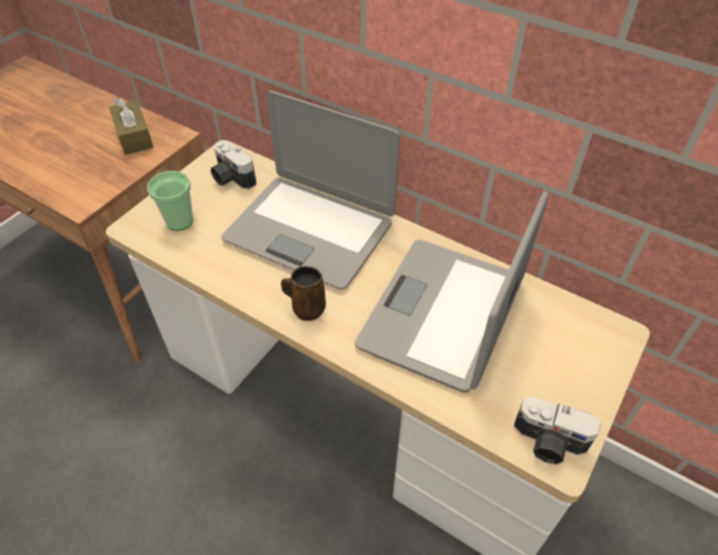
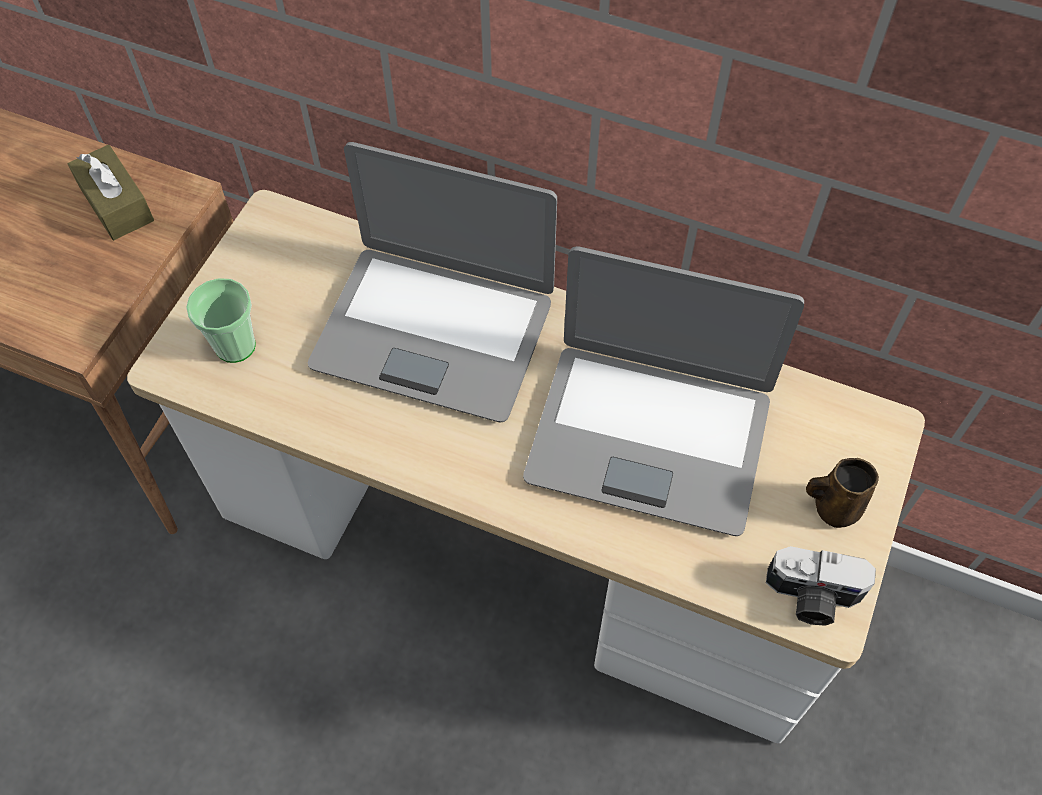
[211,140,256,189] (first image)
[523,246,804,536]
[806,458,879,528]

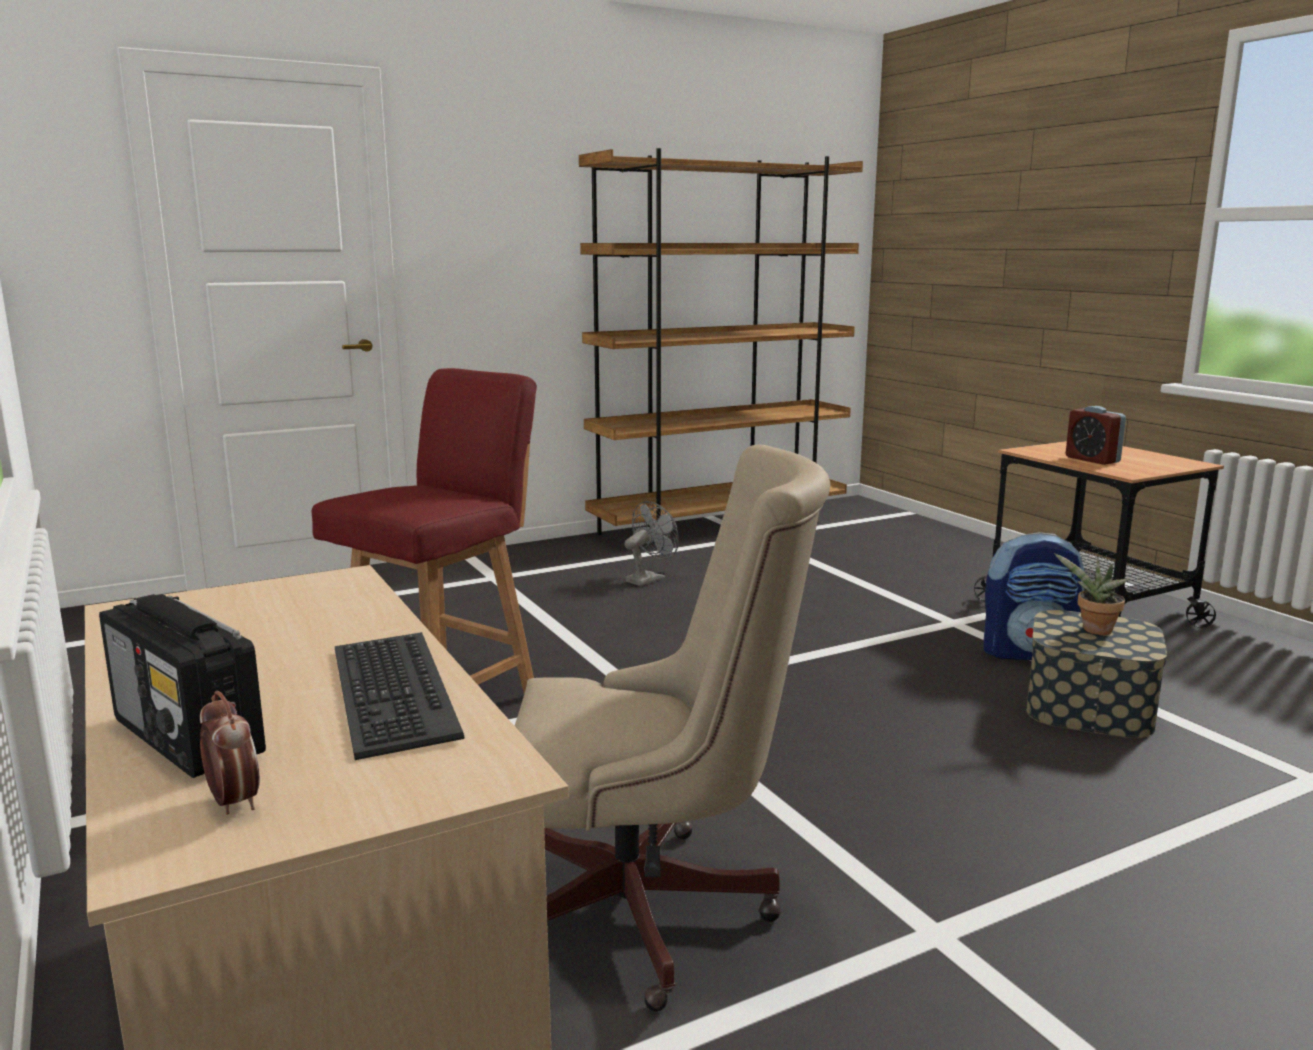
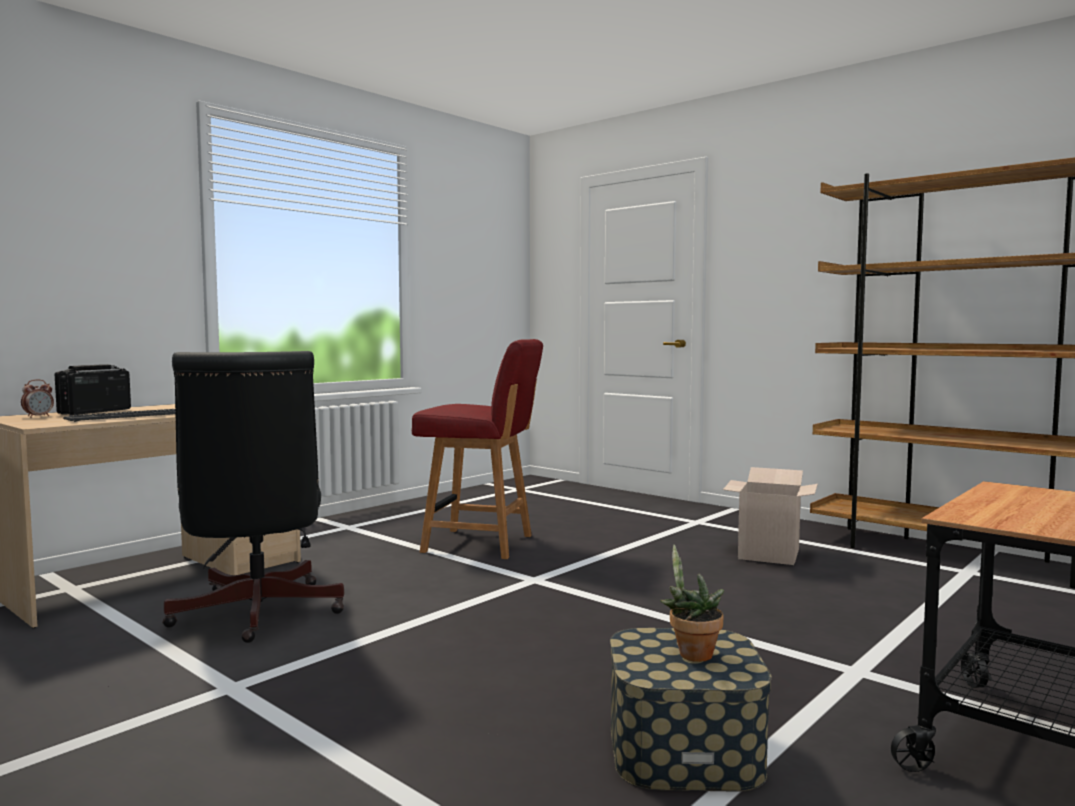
[1066,406,1126,465] (first image)
[162,351,344,643]
[723,467,818,565]
[984,532,1085,660] (first image)

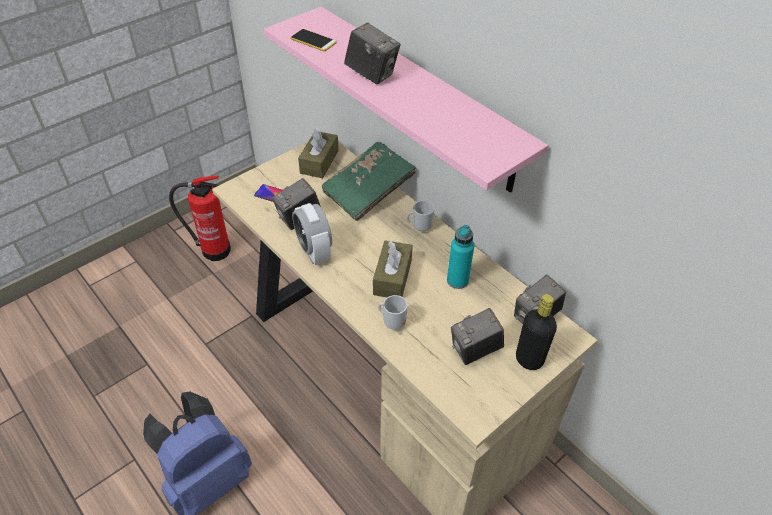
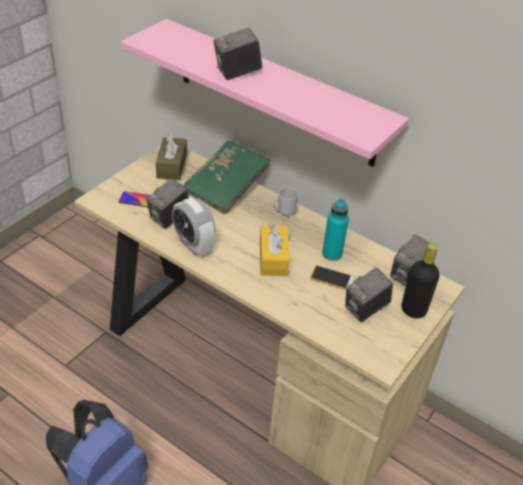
[214,28,262,80]
[310,266,355,290]
[169,176,231,261] (first image)
[260,223,290,276]
[378,295,408,330] (first image)

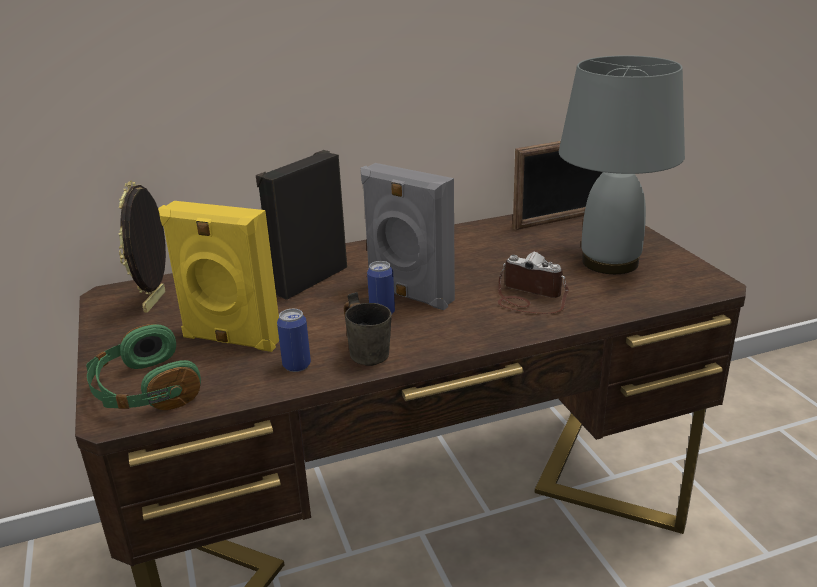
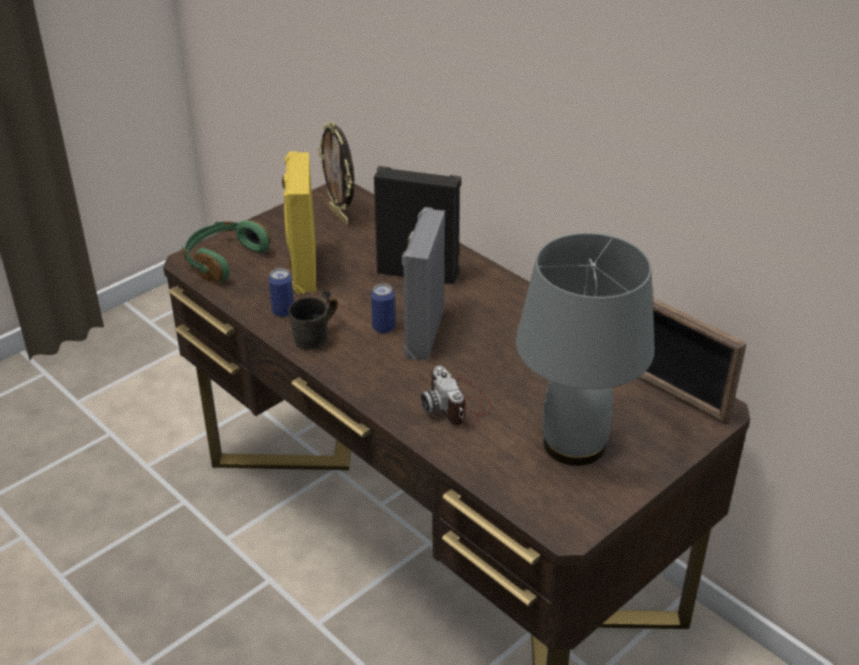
[318,122,354,225]
[421,365,493,426]

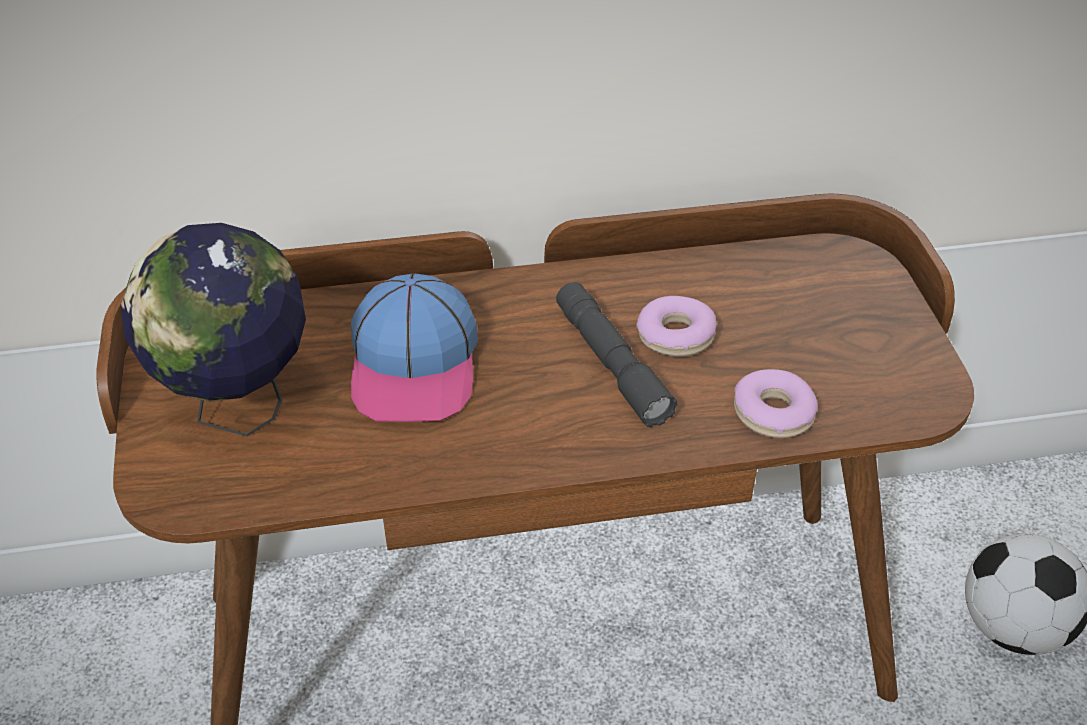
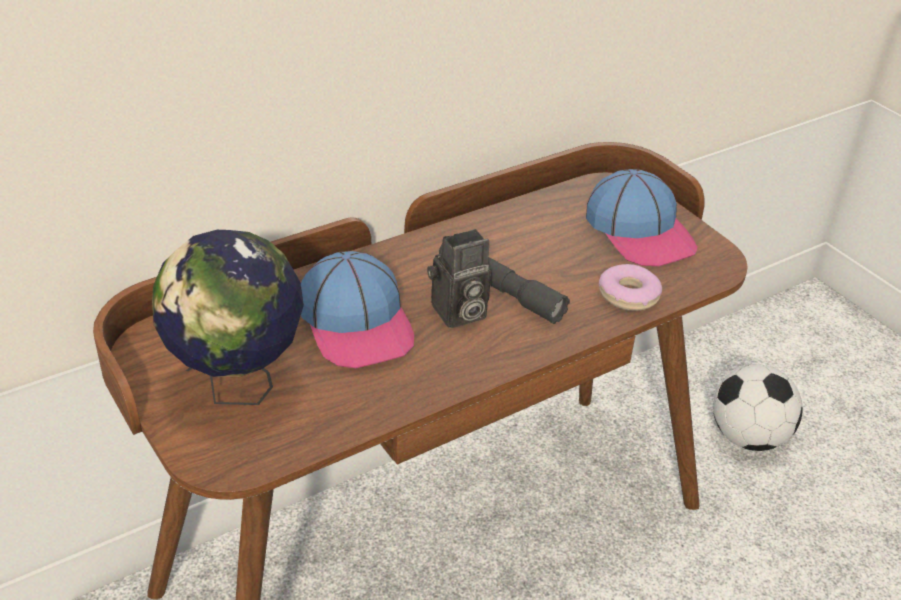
[636,296,717,357] (first image)
[586,169,698,266]
[427,229,491,328]

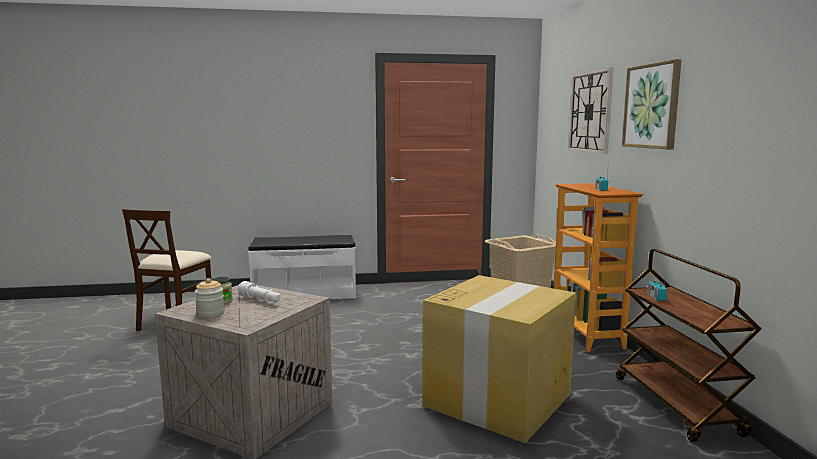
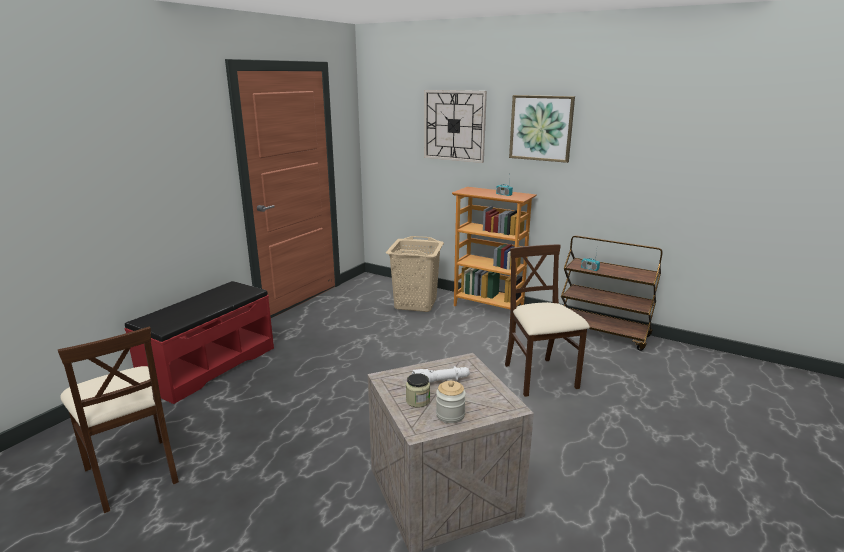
[125,281,274,404]
[505,244,590,397]

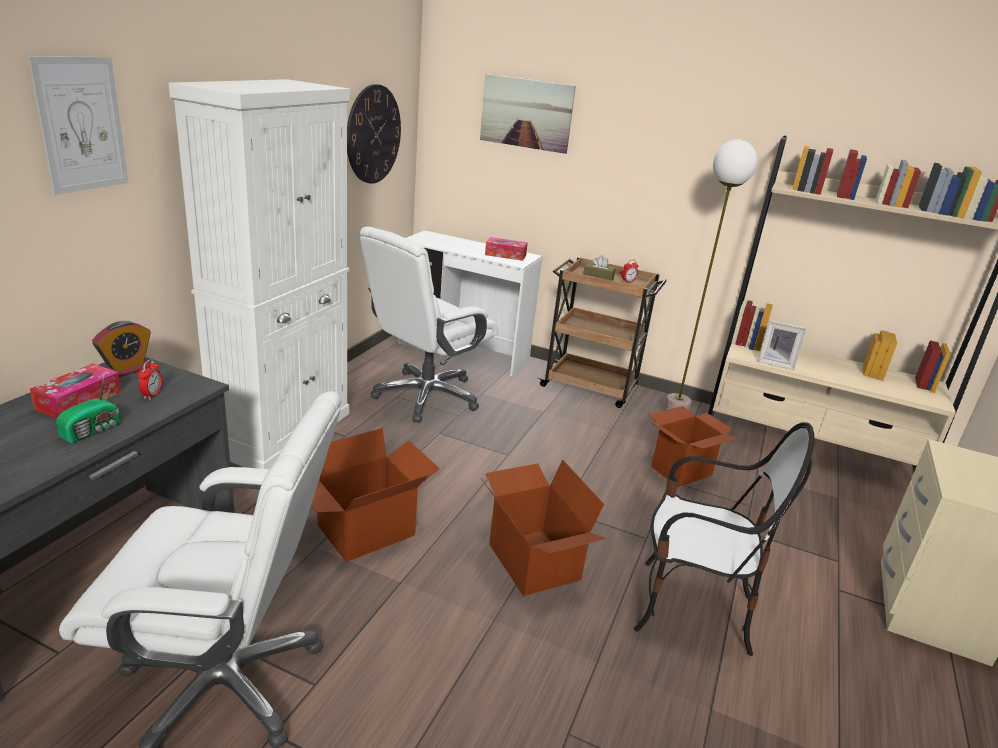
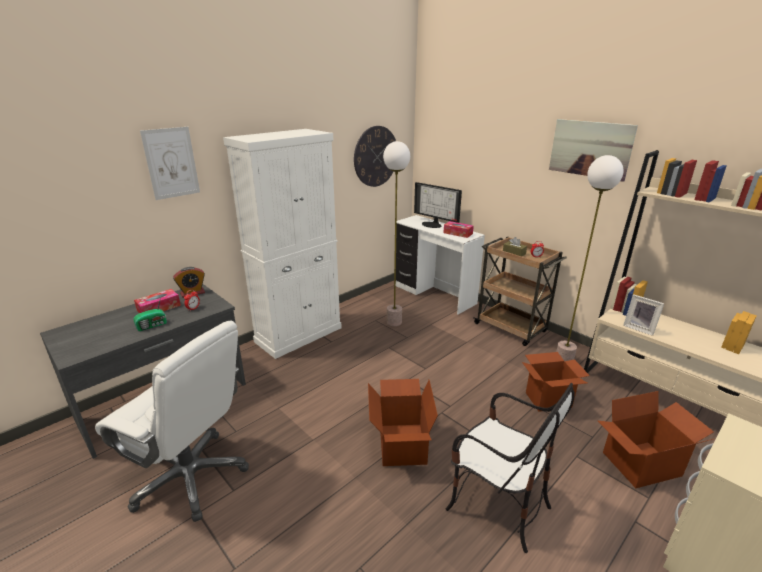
[549,119,638,182]
[383,141,410,326]
[597,391,714,488]
[414,182,462,228]

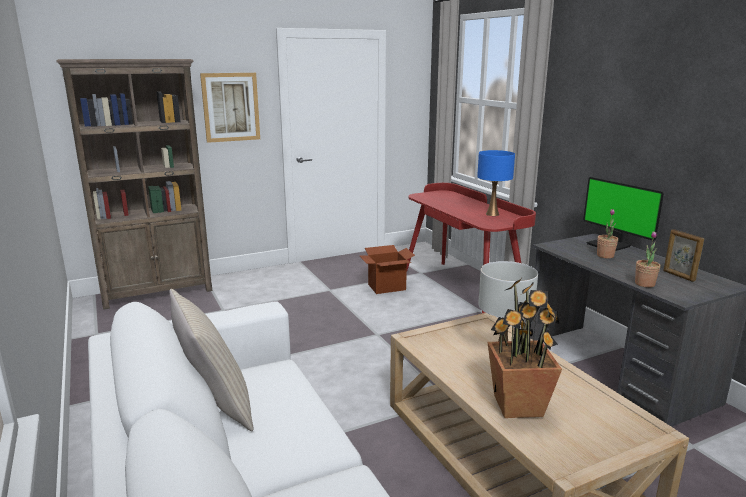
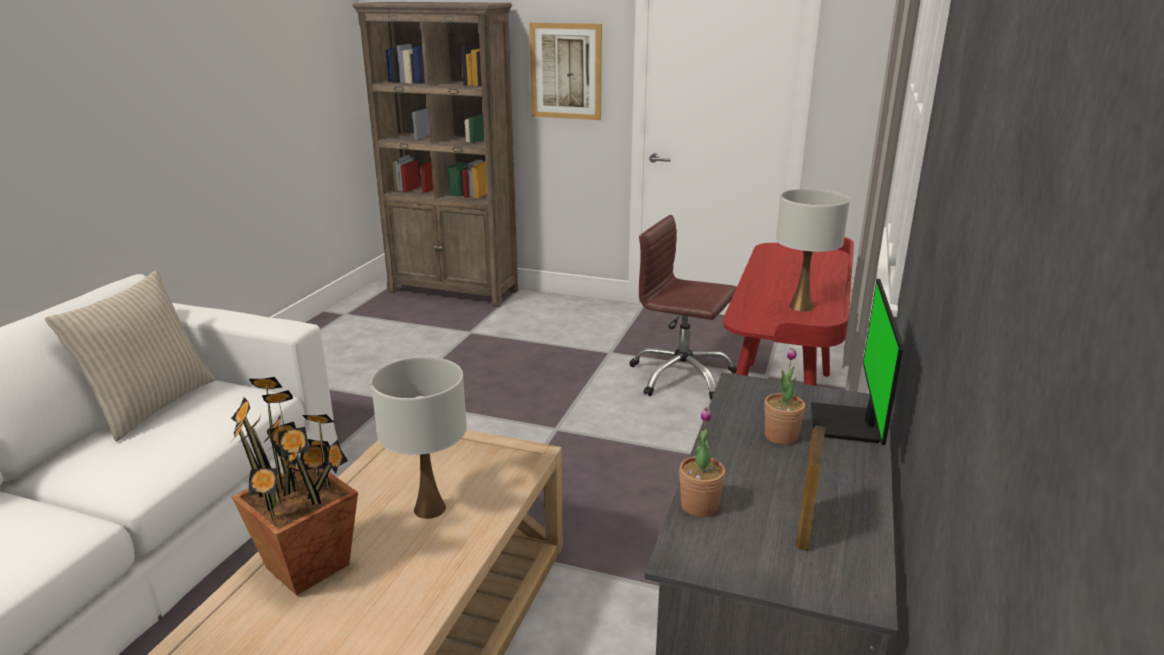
[776,189,850,312]
[629,215,737,400]

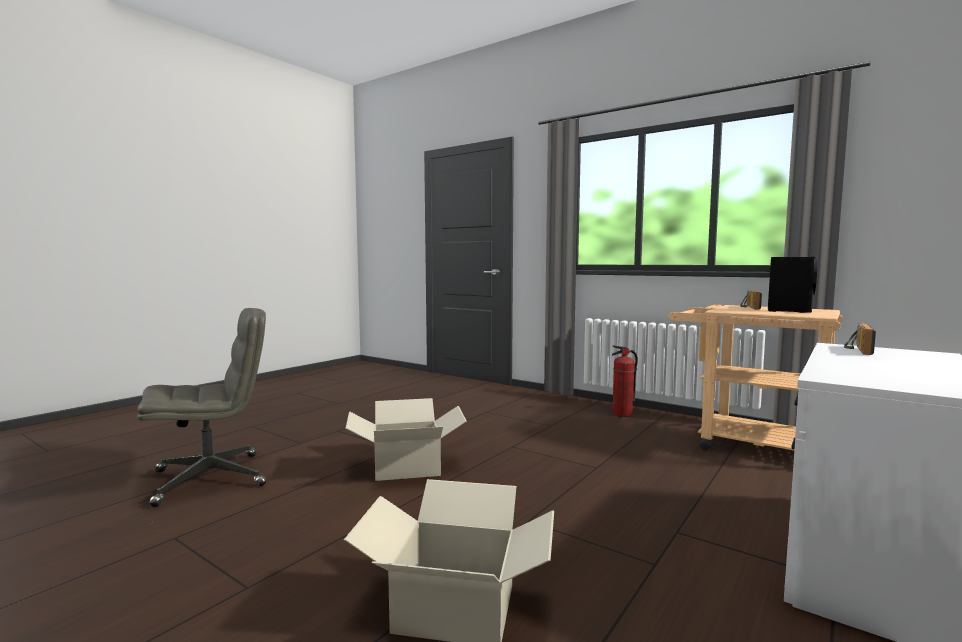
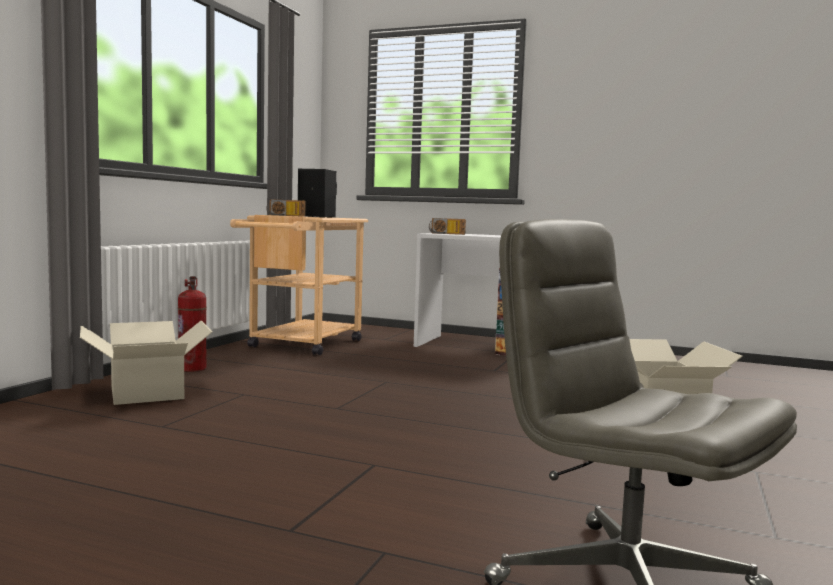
[80,321,212,405]

